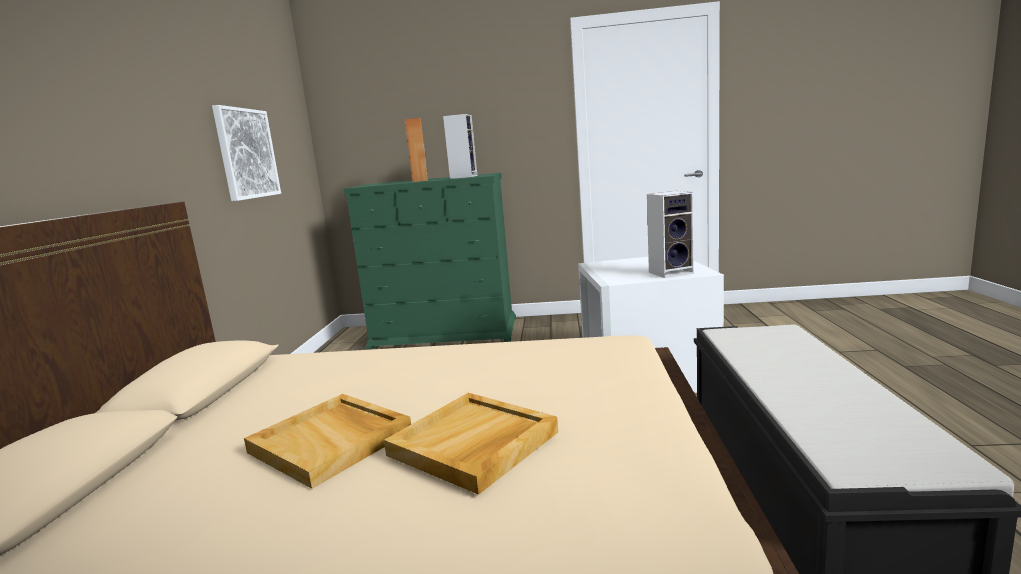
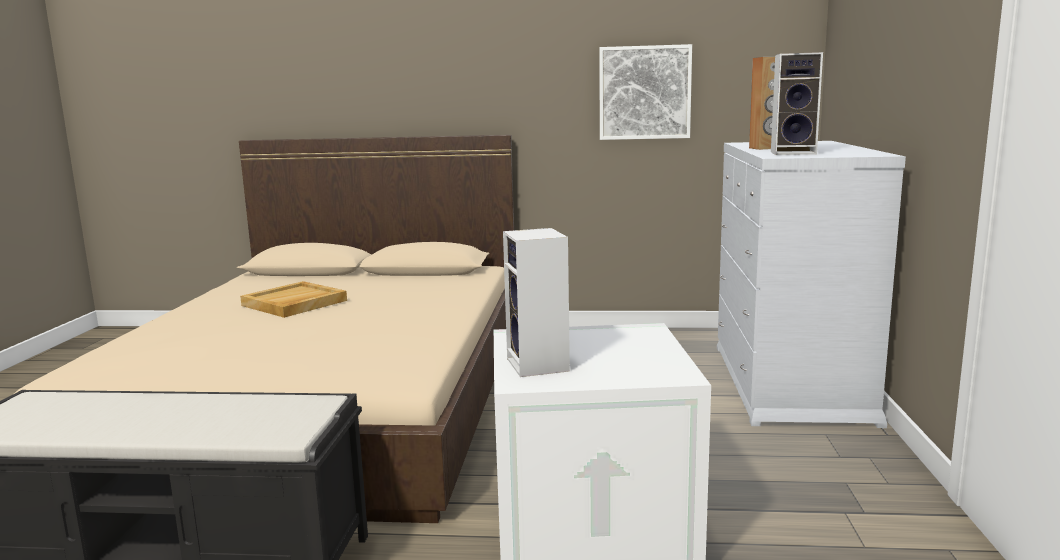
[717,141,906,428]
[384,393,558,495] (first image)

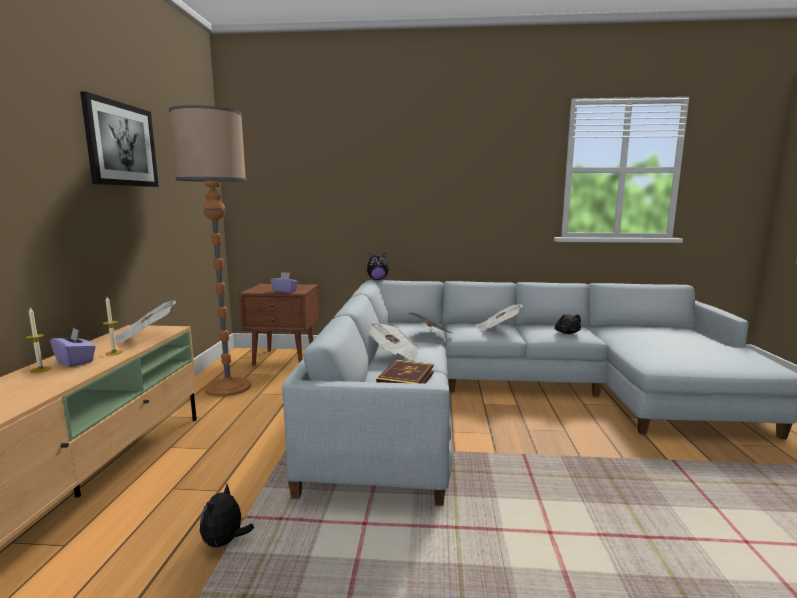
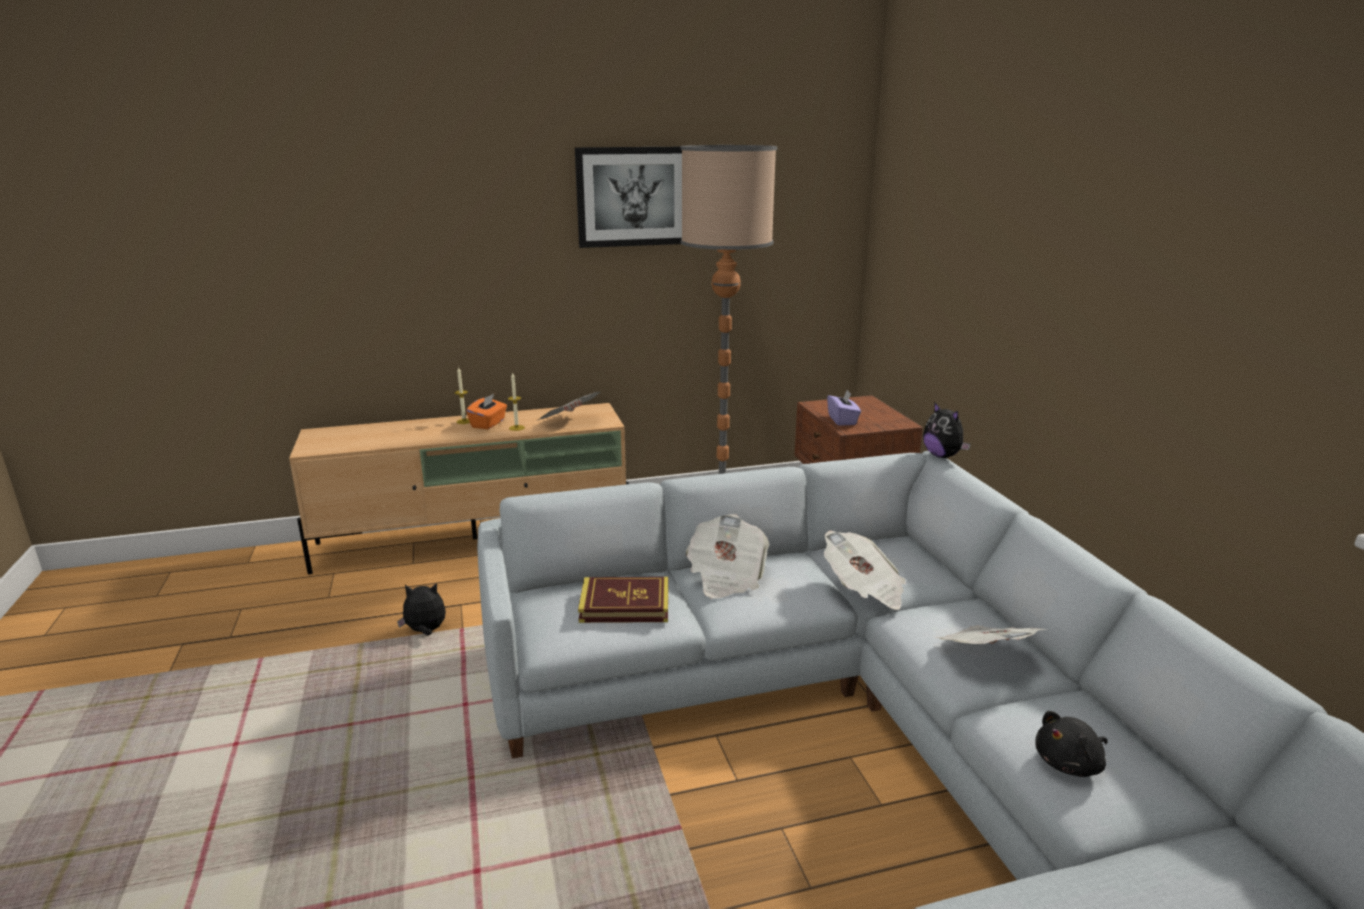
[466,394,507,429]

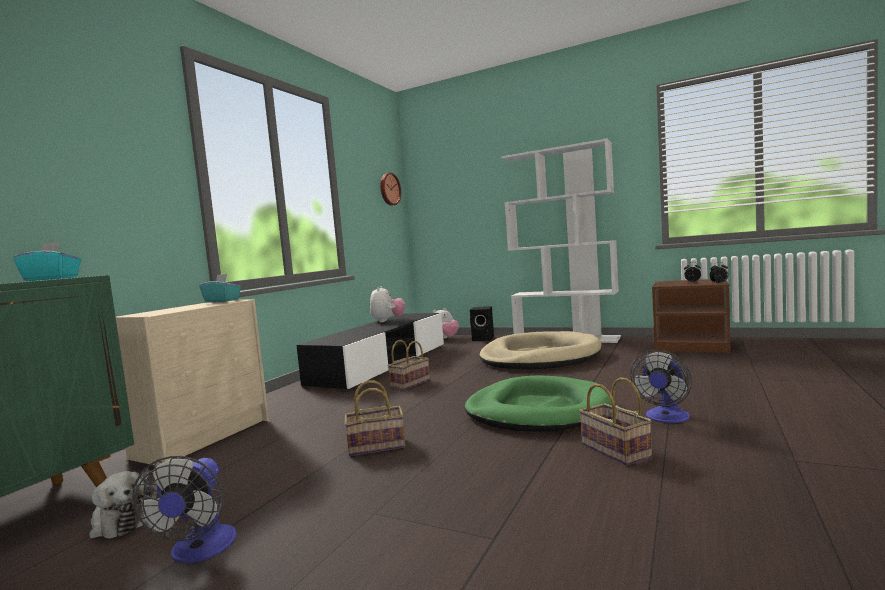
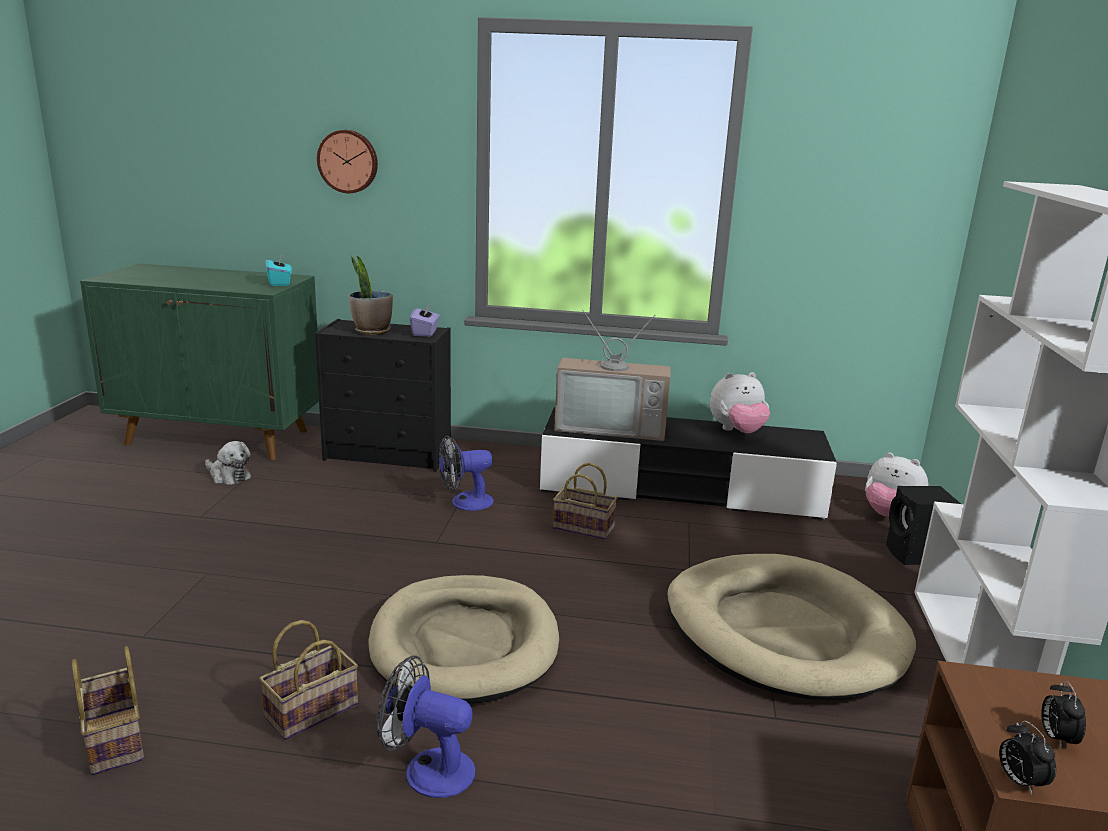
[317,130,378,193]
[410,303,440,337]
[315,319,451,472]
[368,575,559,703]
[72,646,144,775]
[438,436,494,511]
[205,441,251,485]
[349,256,393,335]
[554,309,671,441]

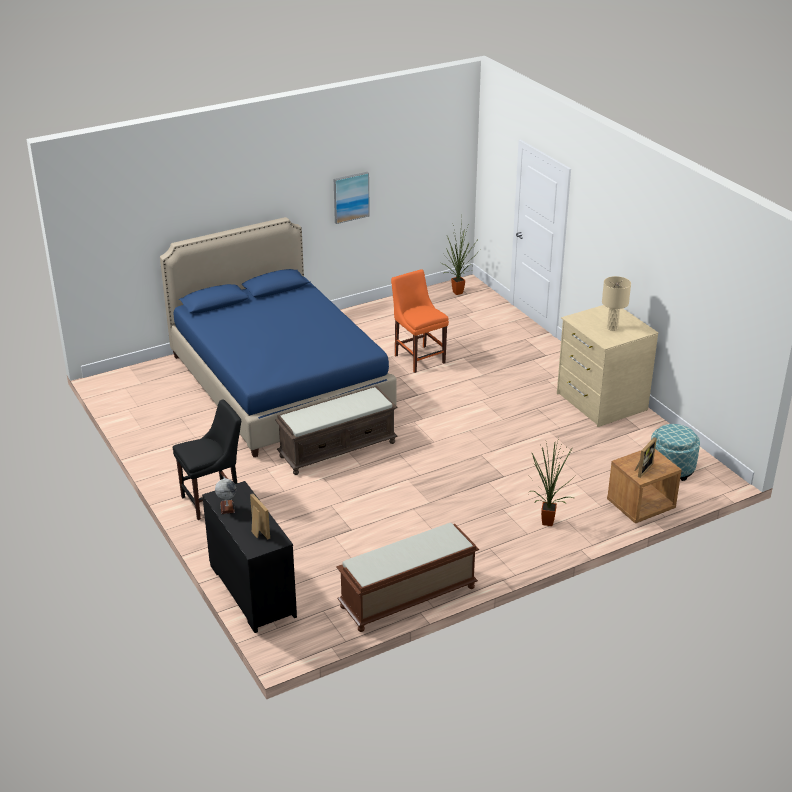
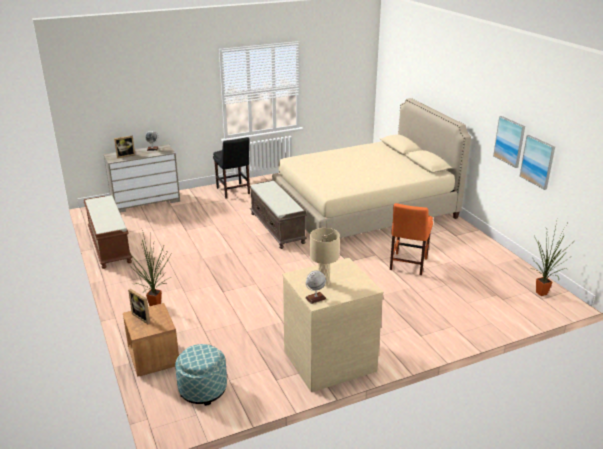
[272,98,471,238]
[390,203,433,275]
[104,144,180,213]
[520,135,555,190]
[305,271,327,304]

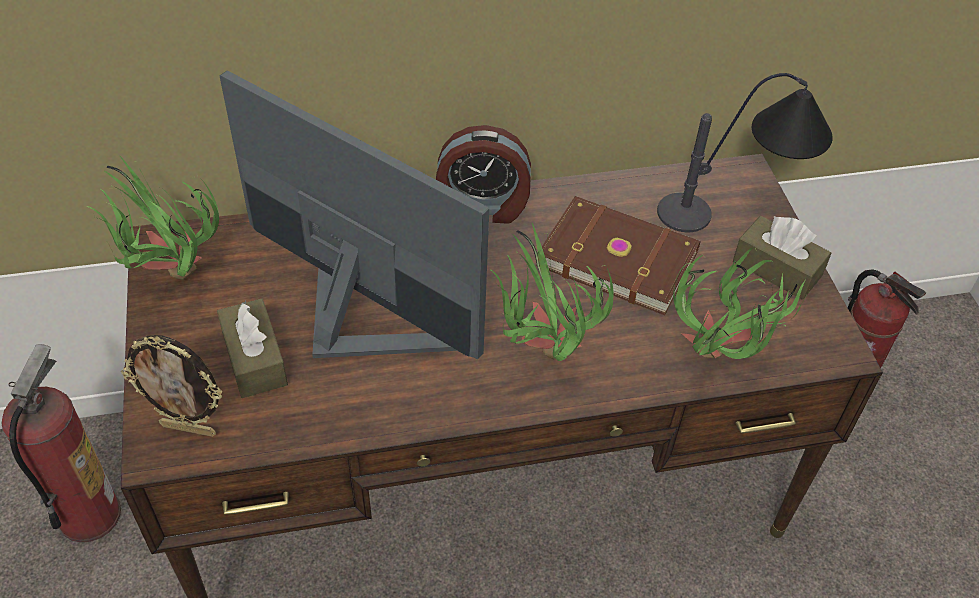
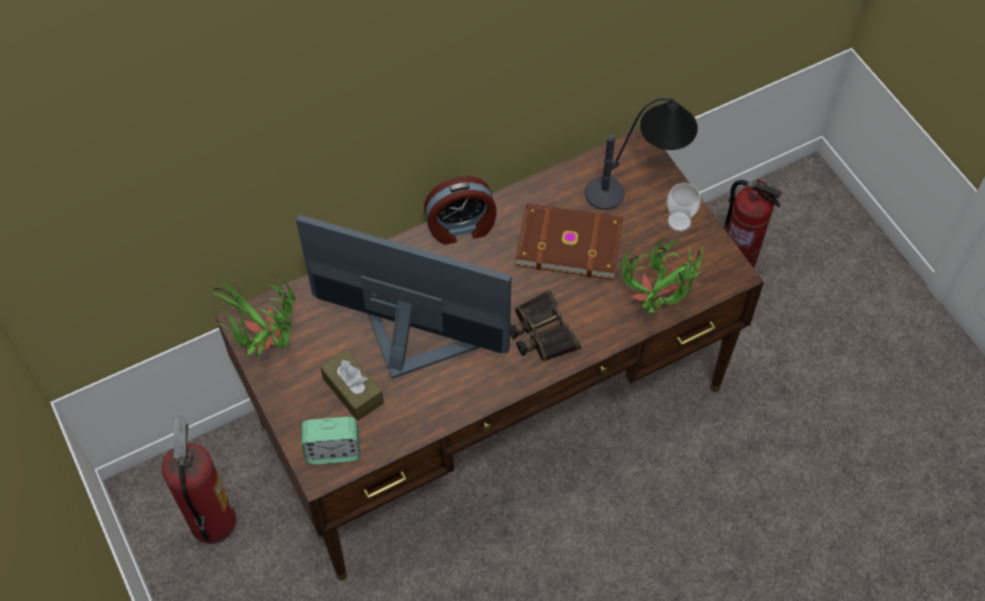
[667,183,701,232]
[510,290,581,362]
[301,417,360,465]

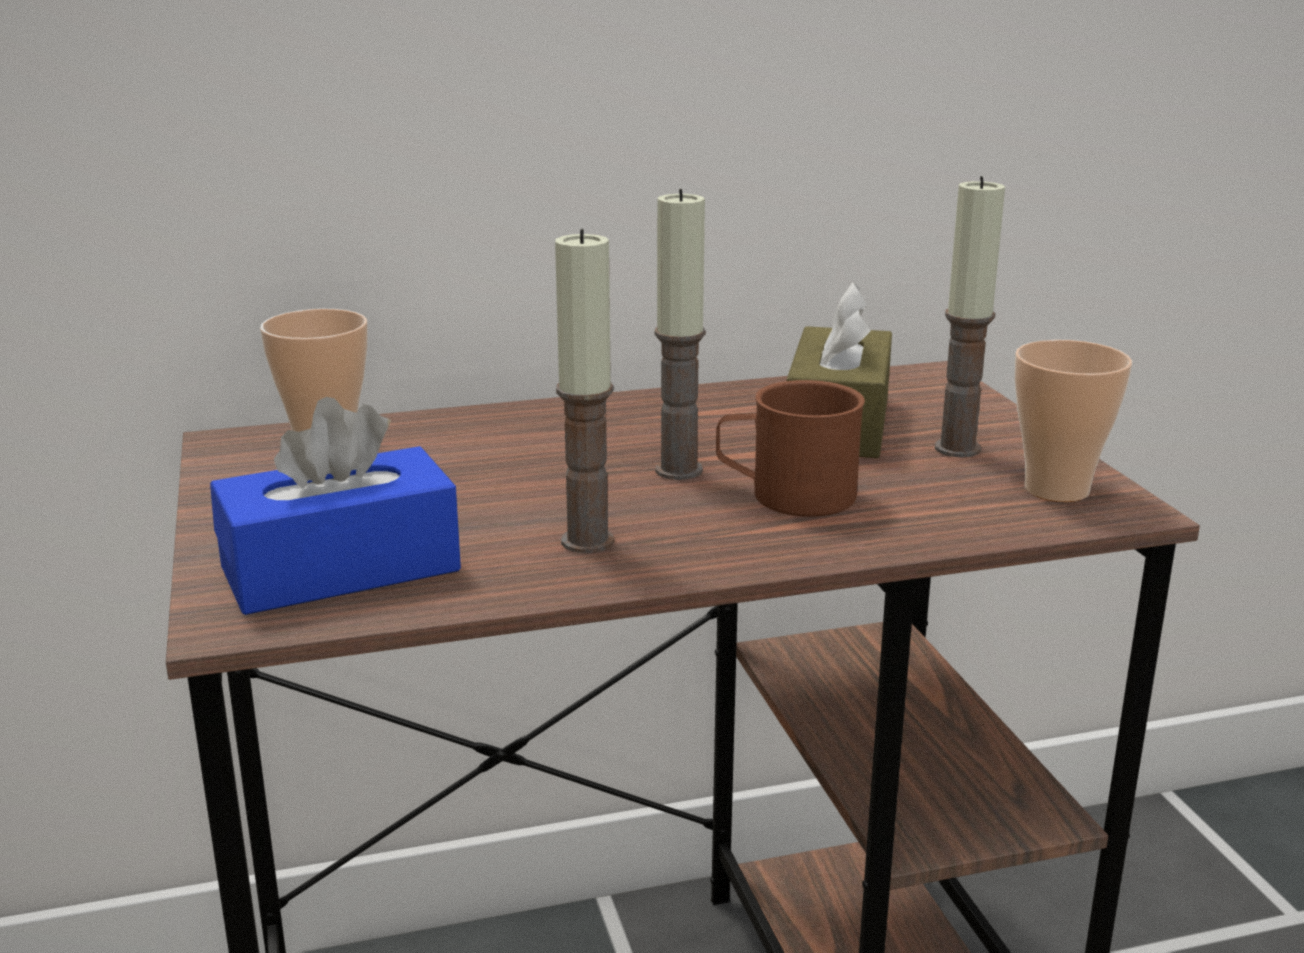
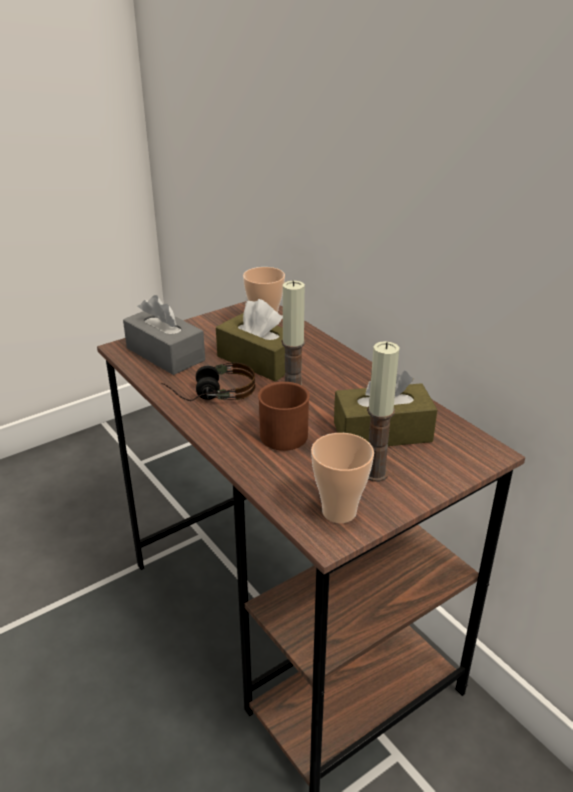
[161,363,255,401]
[123,295,205,375]
[216,299,286,382]

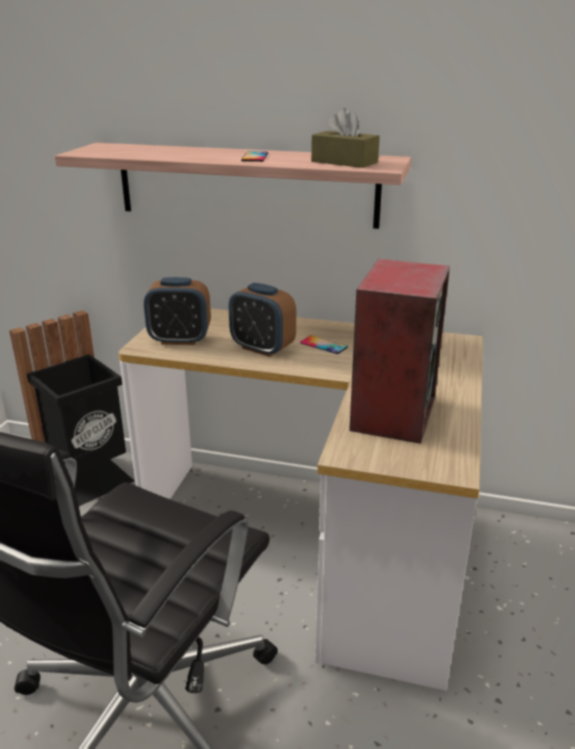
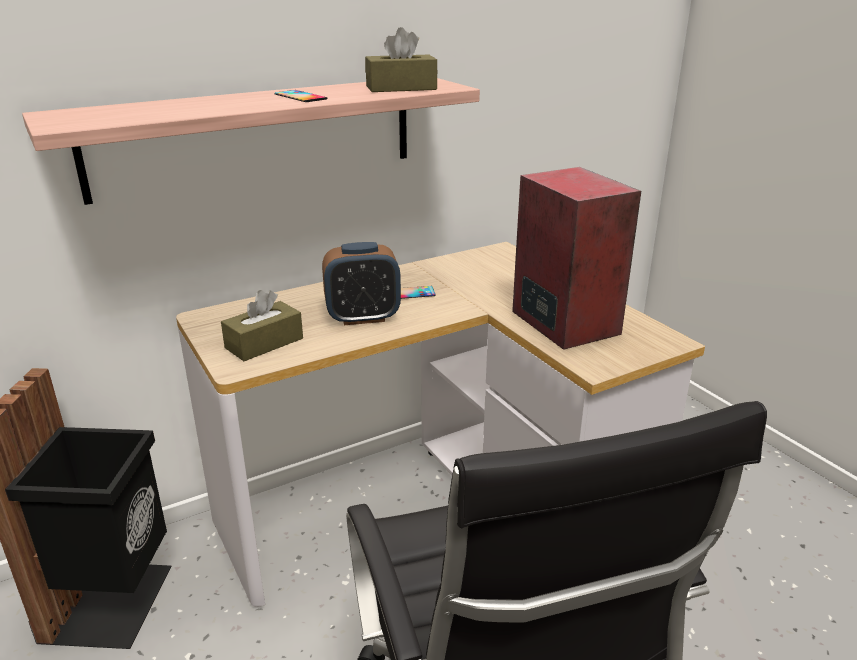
[221,290,303,361]

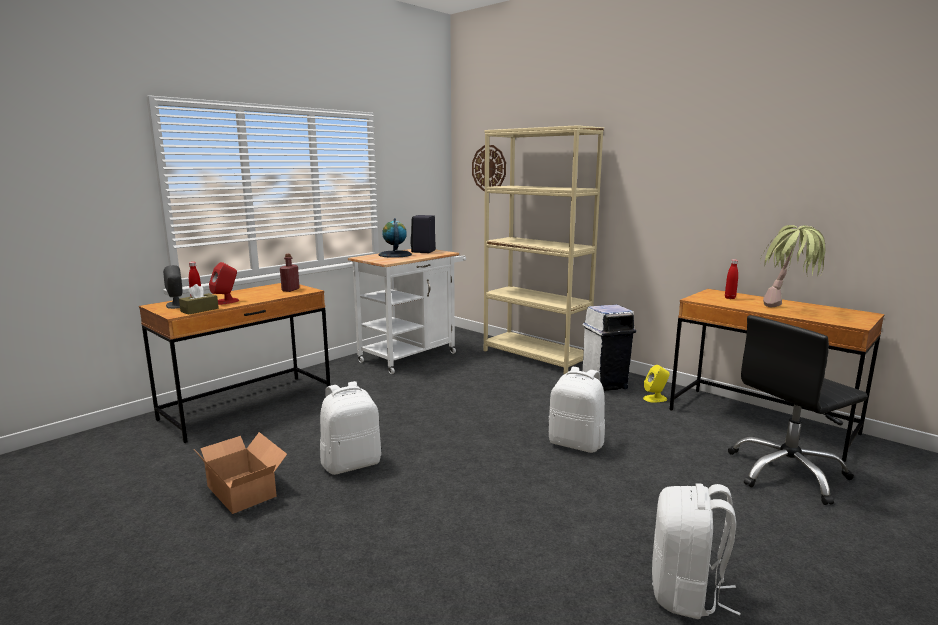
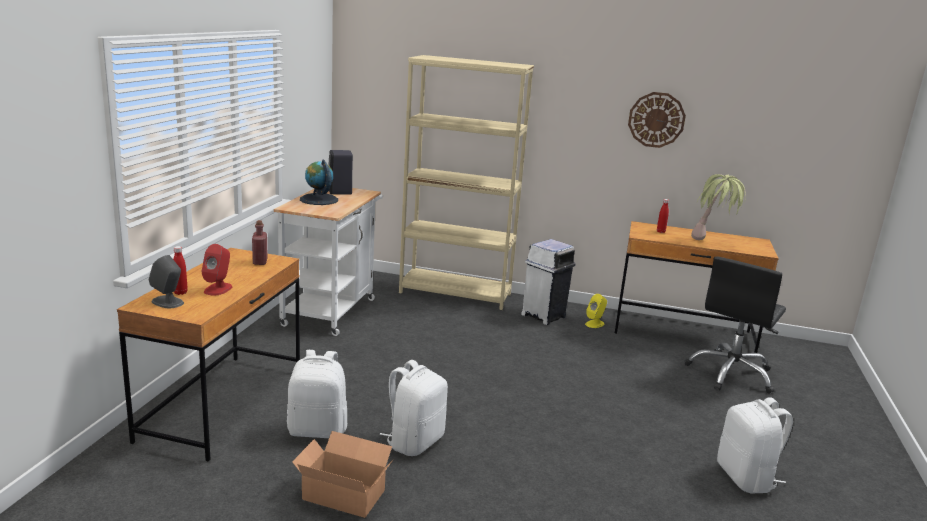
[628,92,686,148]
[179,284,219,315] (first image)
[287,350,347,438]

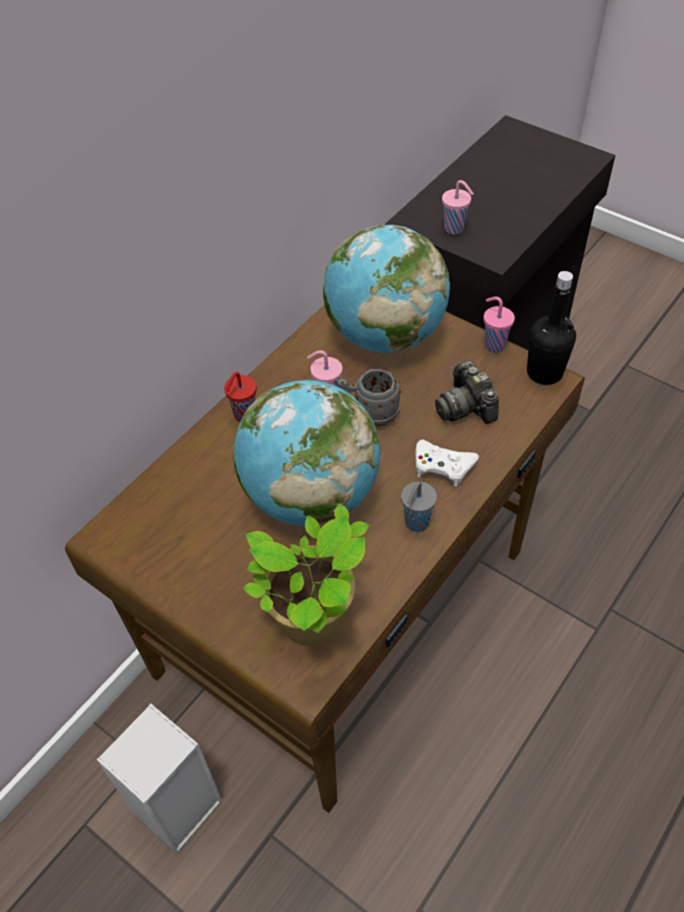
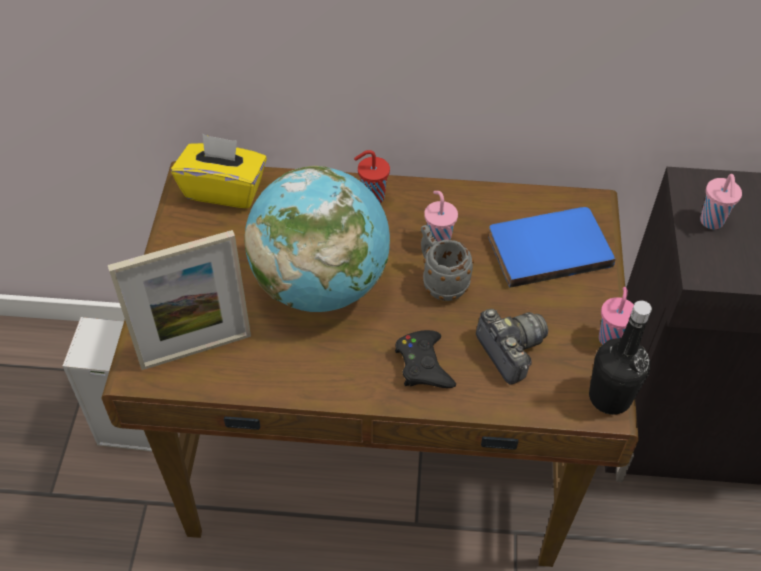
[488,207,616,288]
[476,309,548,385]
[395,330,456,388]
[401,481,437,532] (first image)
[108,230,251,370]
[171,134,267,208]

